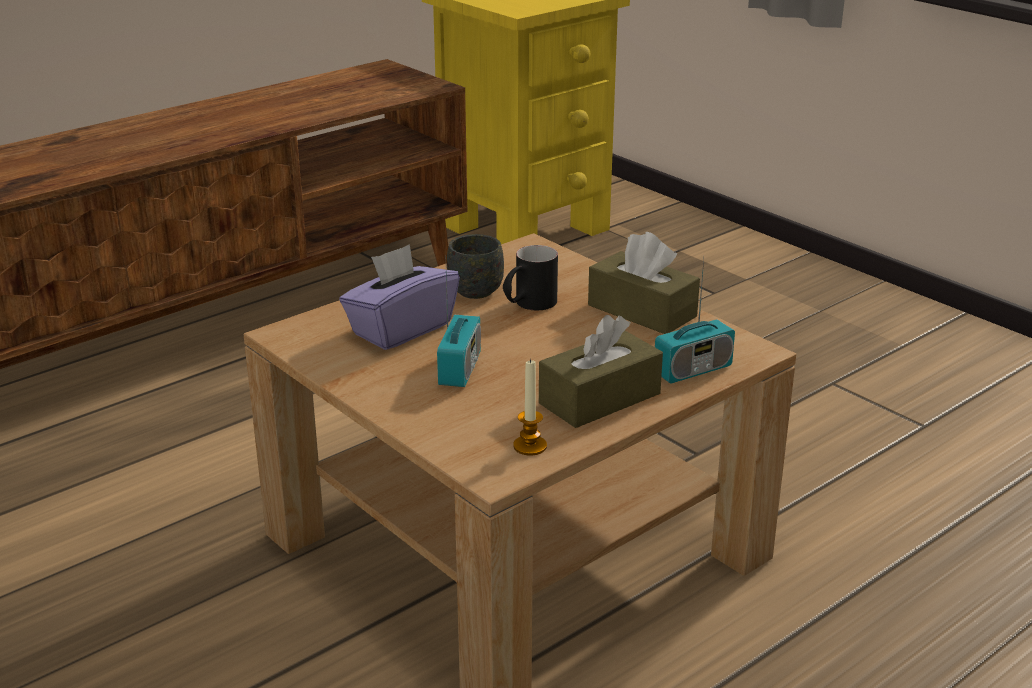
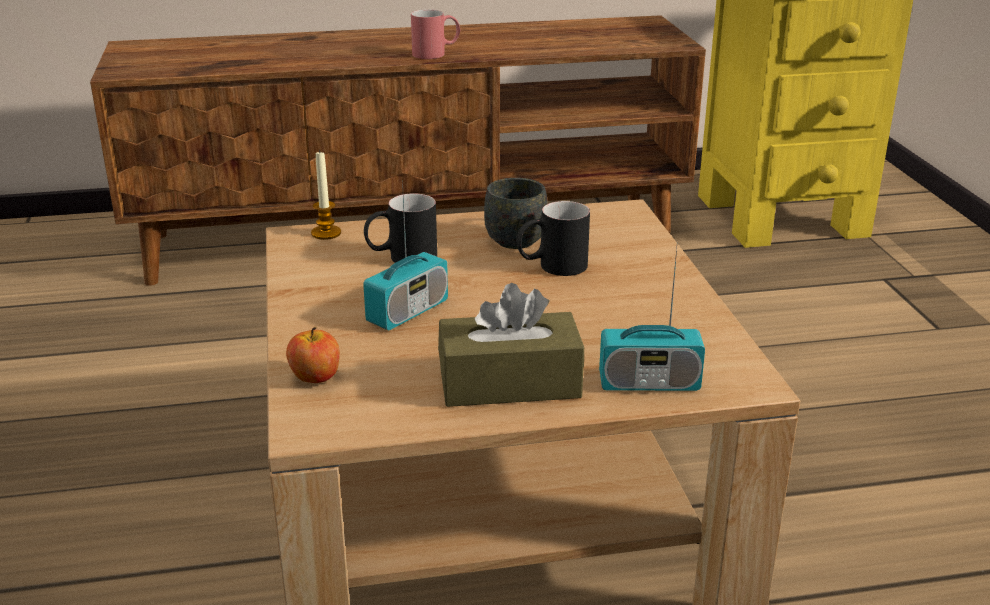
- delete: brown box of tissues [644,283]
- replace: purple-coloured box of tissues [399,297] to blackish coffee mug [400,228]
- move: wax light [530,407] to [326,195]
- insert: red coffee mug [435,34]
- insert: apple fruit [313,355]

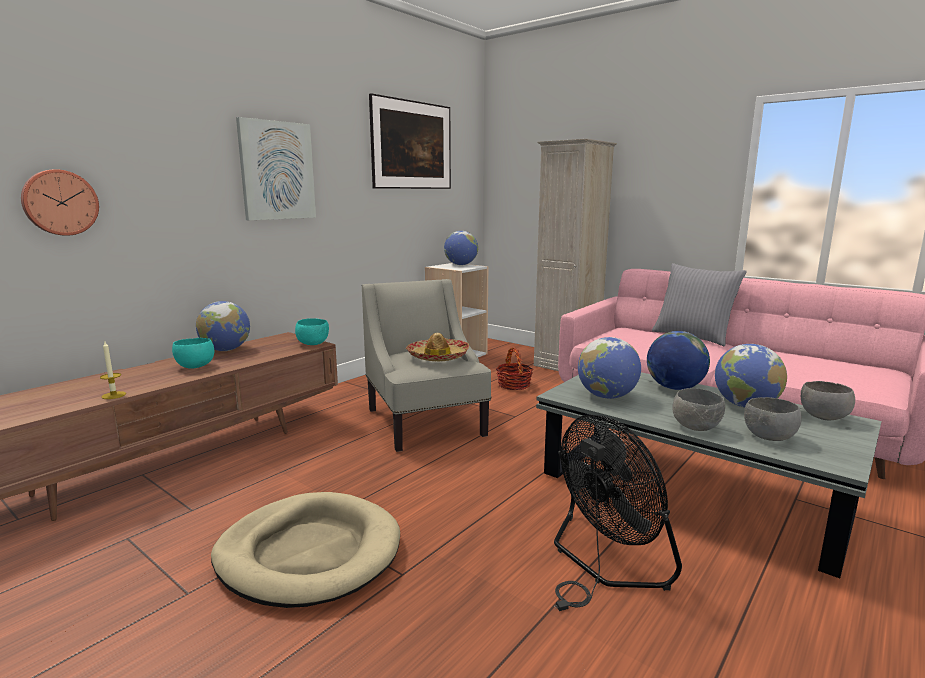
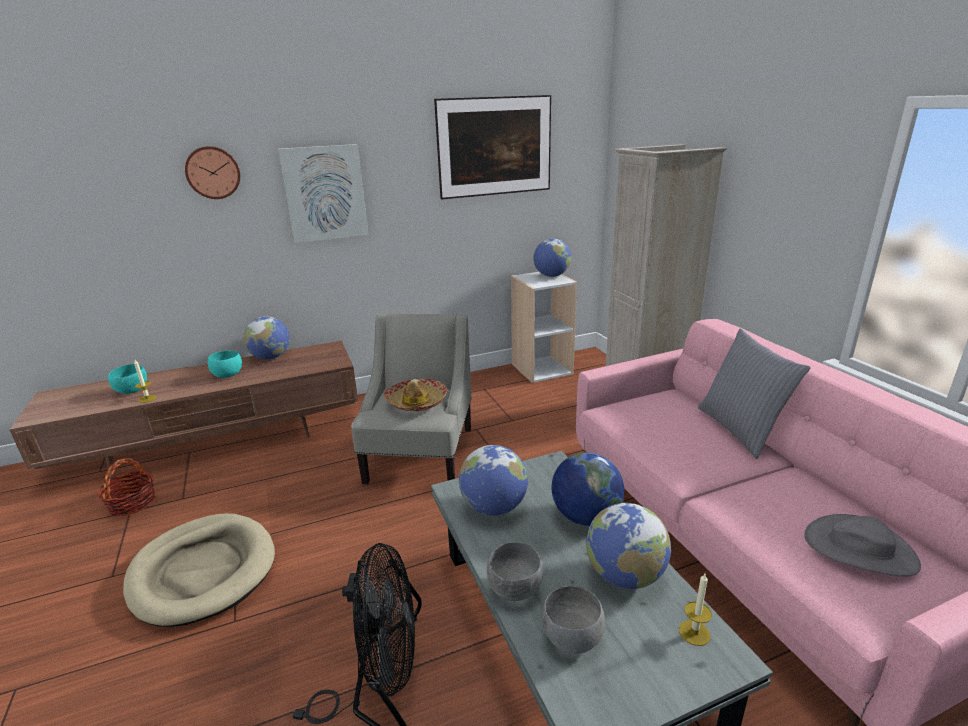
- move: hanging clock [60,202] to [212,172]
- move: blue-green bowl [312,331] to [127,379]
- move: storage basket [514,369] to [127,487]
- replace: grey bowl [828,400] to wax light [695,610]
- insert: grey hat [862,545]

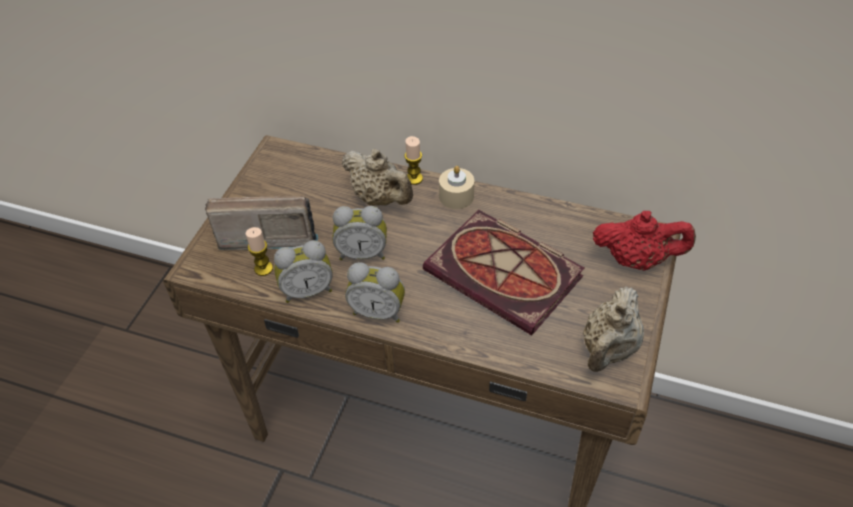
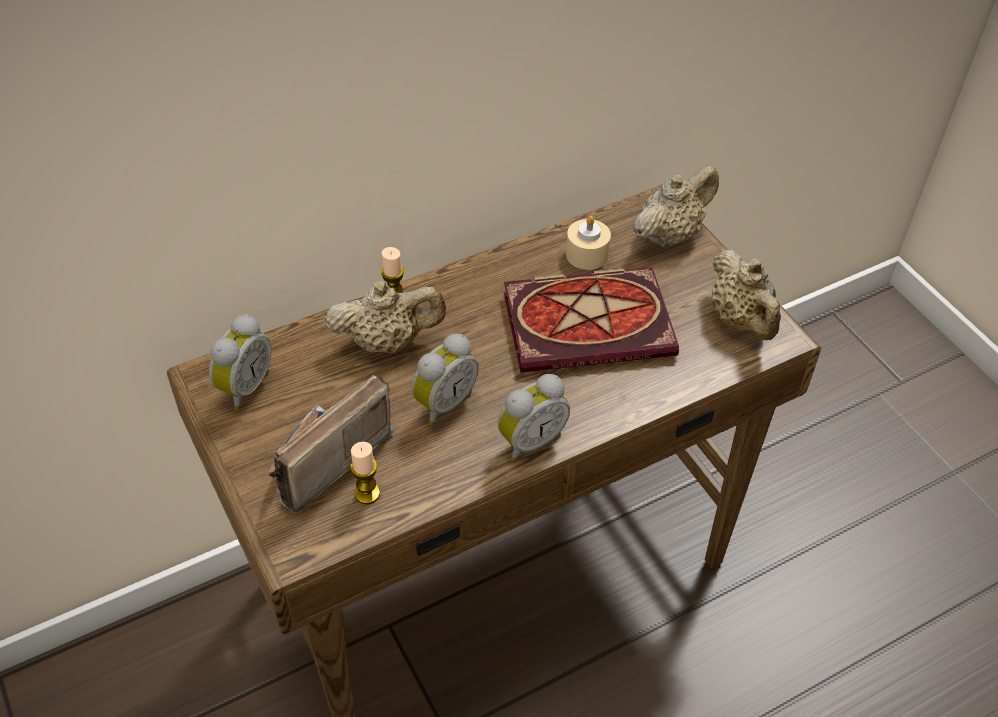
- move: sand-coloured wax light [456,187] to [588,243]
- recolor: red teapot [644,241] to sand-coloured teapot [676,206]
- move: table clock [303,271] to [240,362]

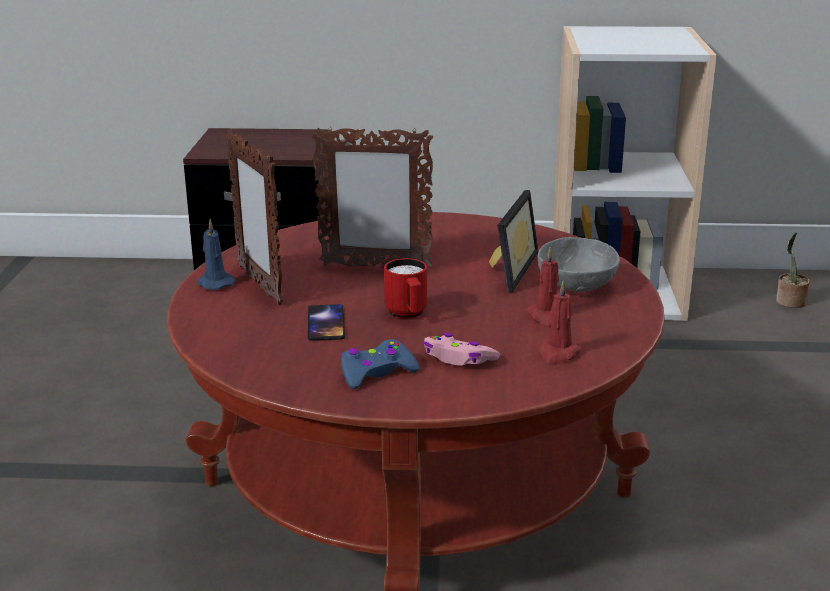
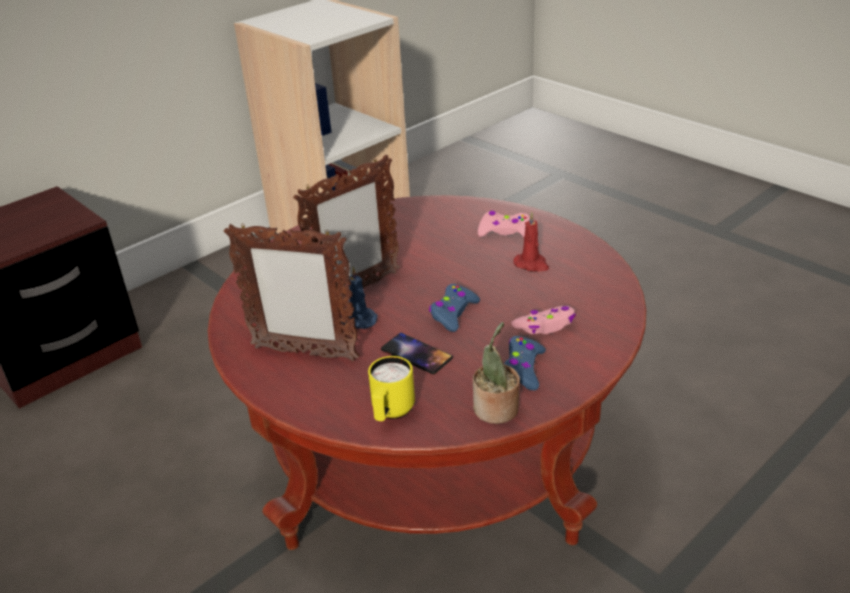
- delete: picture frame [514,241]
- move: blue-coloured wax light [216,254] to [359,298]
- move: houseplant [793,270] to [496,373]
- replace: grey bowl [579,264] to pink-coloured gamepad [504,224]
- replace: red coffee mug [405,288] to blue-coloured gamepad [454,308]
- delete: red wax light [560,322]
- insert: yellowish coffee mug [391,388]

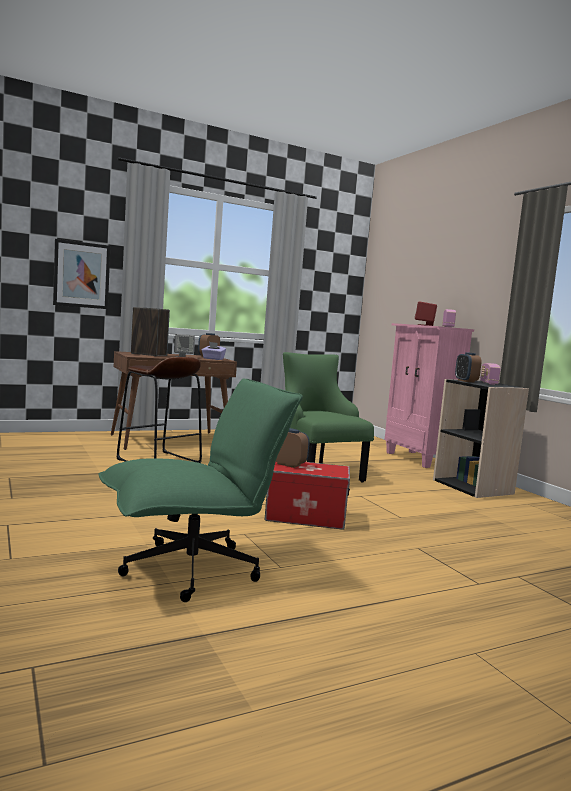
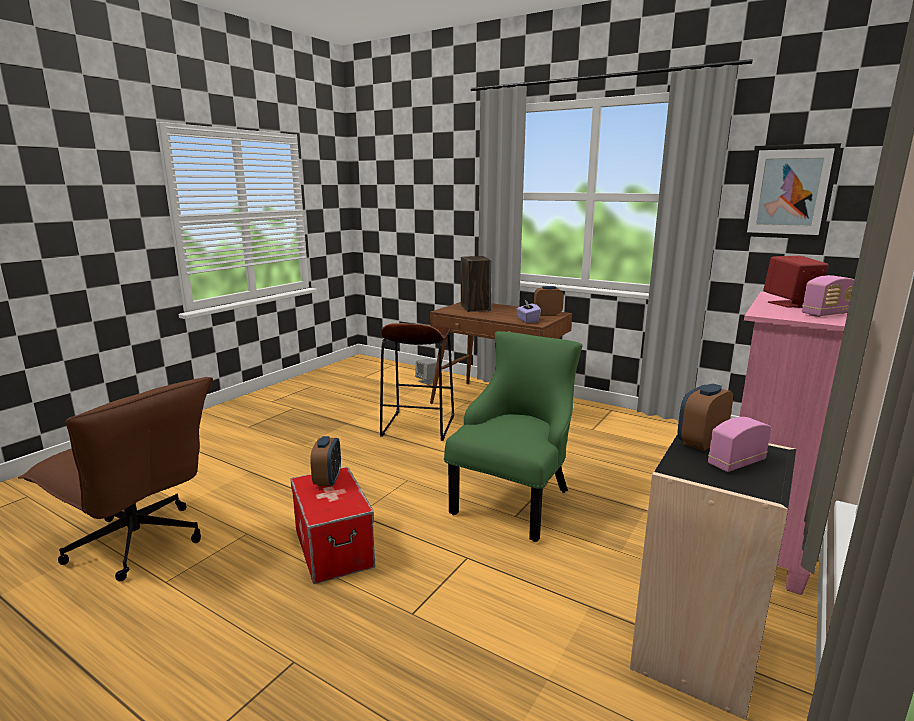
- move: wall art [81,274] to [791,191]
- move: grey loudspeaker [184,345] to [426,372]
- recolor: greenish computer chair [201,490] to brown computer chair [115,479]

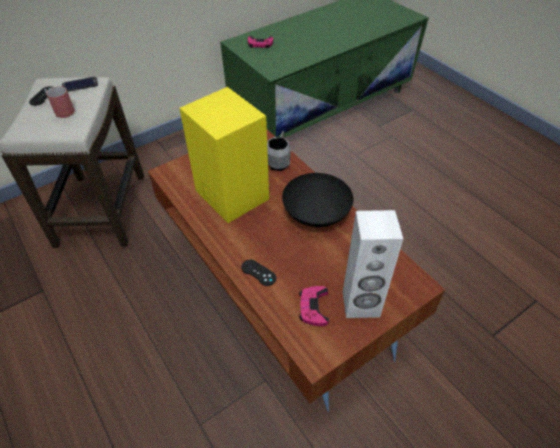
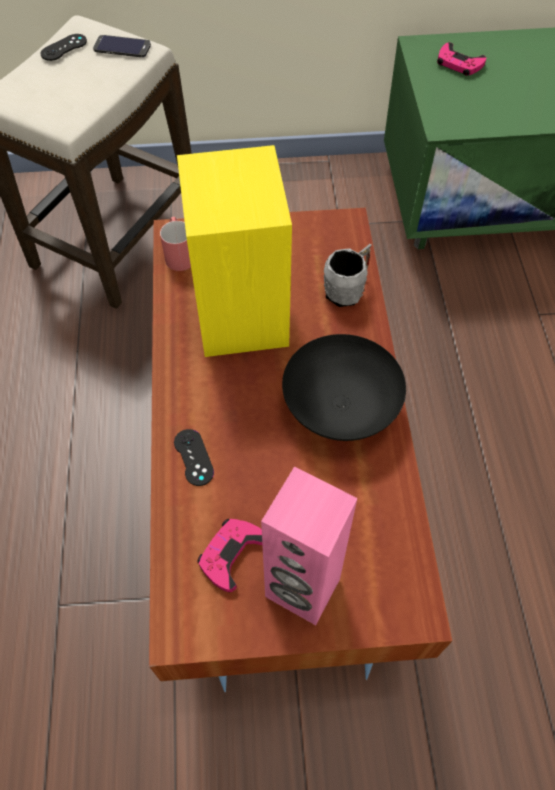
- move: red coffee mug [60,102] to [175,244]
- recolor: white loudspeaker [373,264] to pink-coloured loudspeaker [309,545]

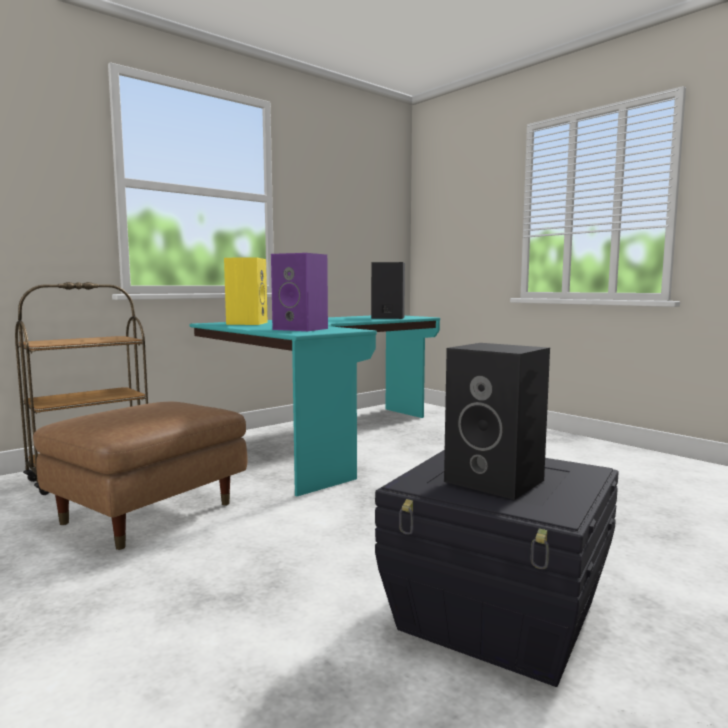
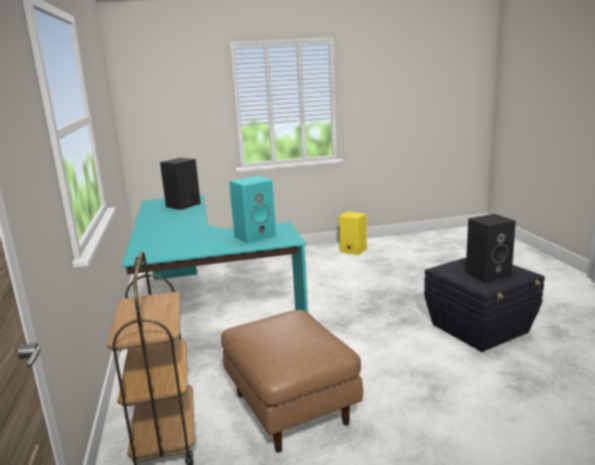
- recolor: purple-coloured loudspeaker [299,292] to blue-green loudspeaker [252,210]
- move: yellowish loudspeaker [246,291] to [353,233]

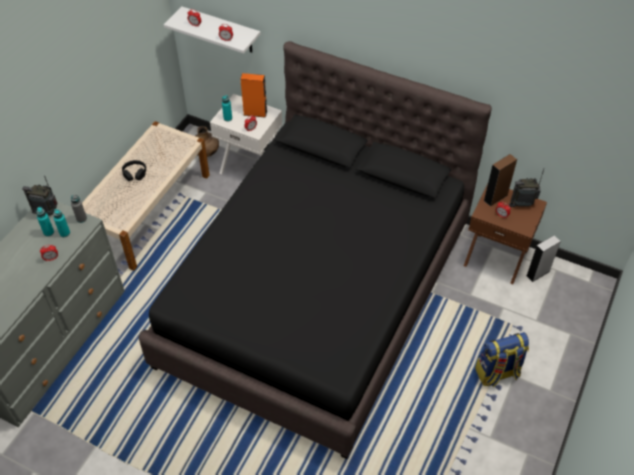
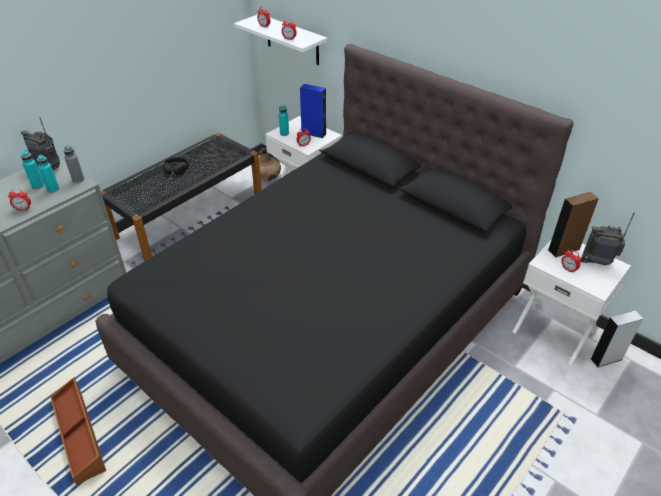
- recolor: orange loudspeaker [254,95] to blue-coloured loudspeaker [313,111]
- recolor: sand-coloured indoor bench [146,196] to blackish indoor bench [181,197]
- recolor: brown nightstand [505,234] to white nightstand [572,302]
- delete: rucksack [502,359]
- insert: brown storage container [78,431]

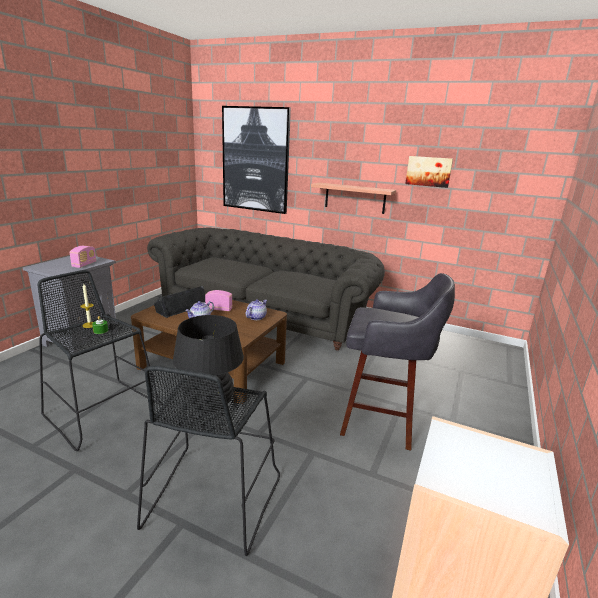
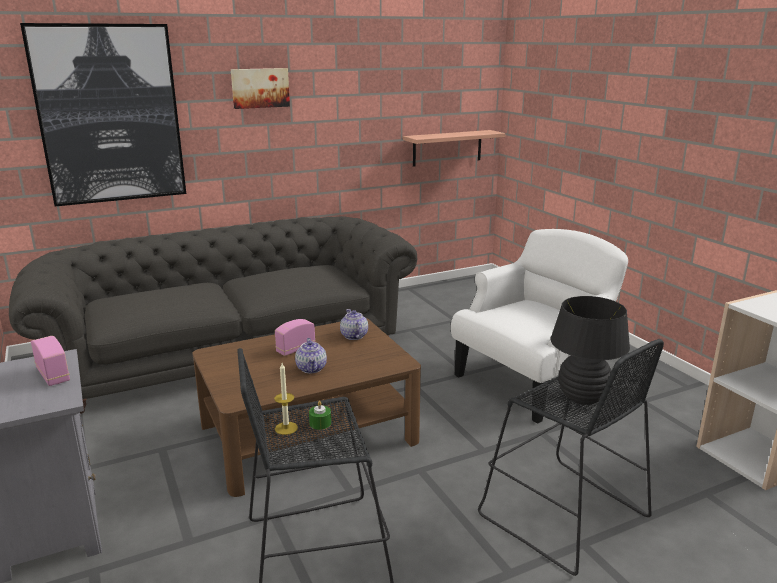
- move: wall art [429,172] to [260,88]
- move: shelf [353,198] to [454,148]
- replace: grey stool [397,362] to white armchair [539,326]
- delete: blackish loudspeaker [180,302]

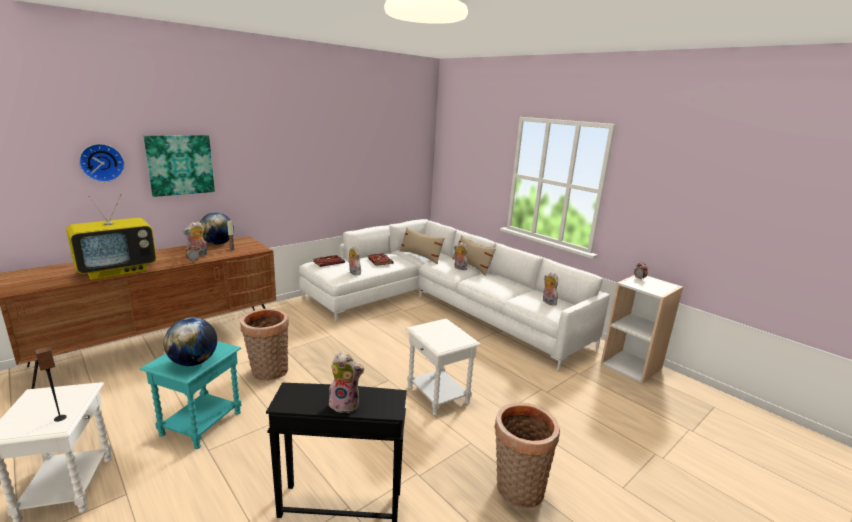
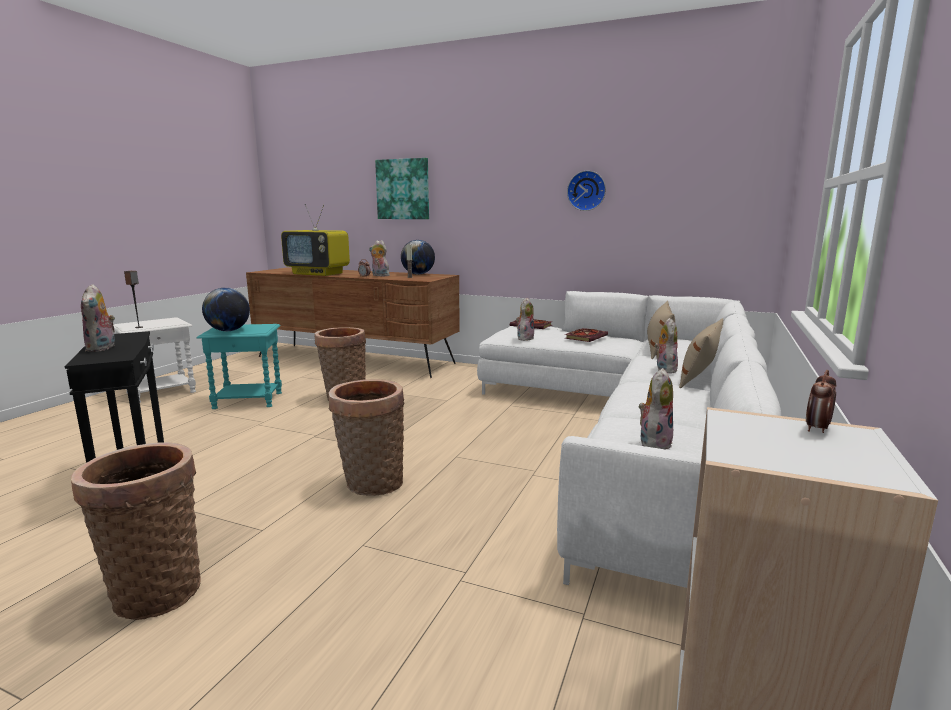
- move: hanging clock [102,163] to [586,190]
- replace: white side table [443,366] to storage basket [366,437]

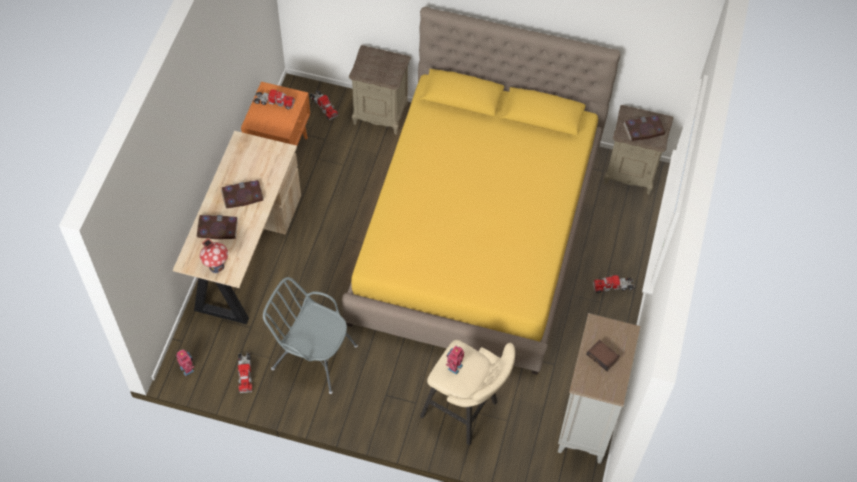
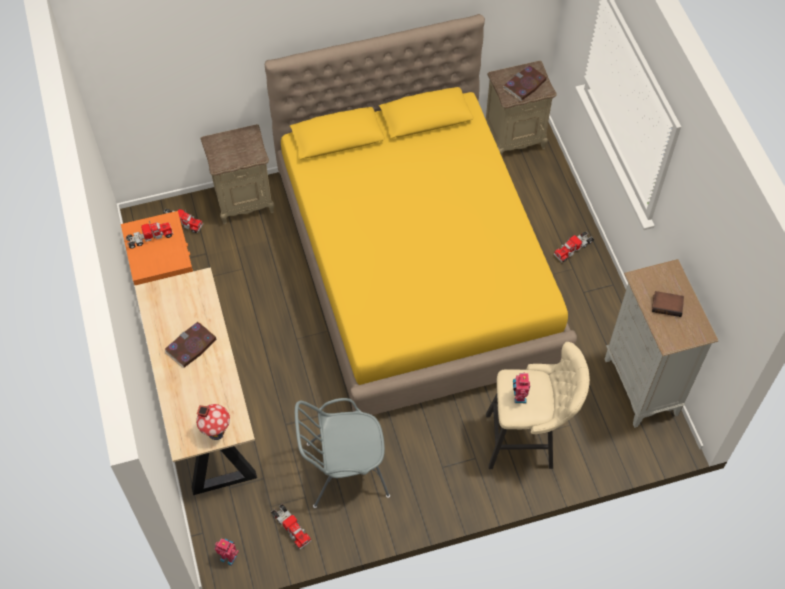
- delete: bound book [217,227]

